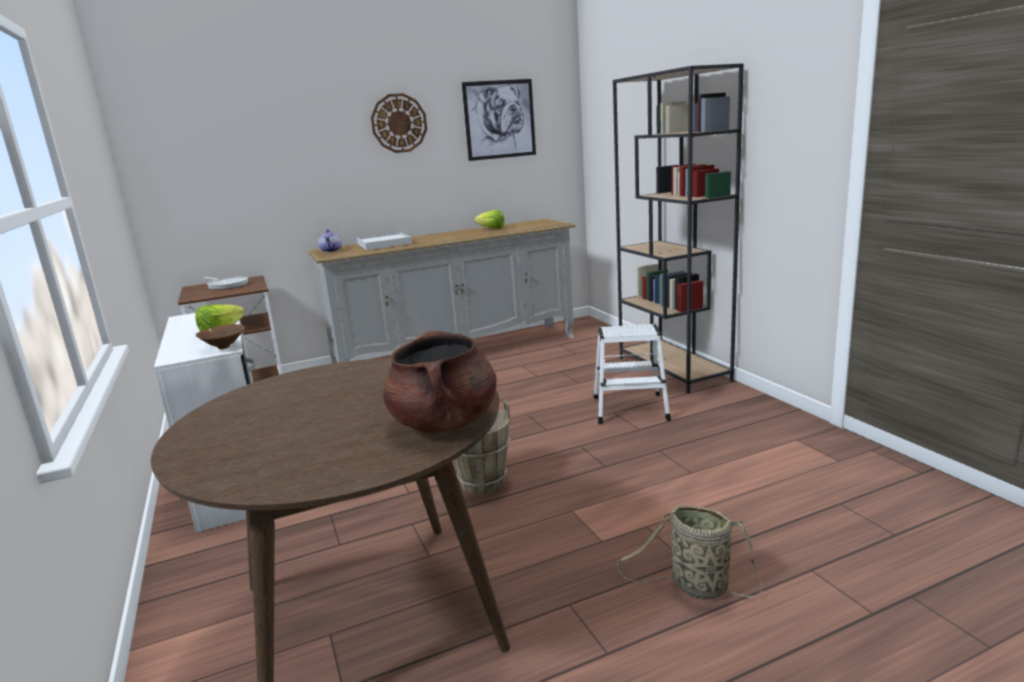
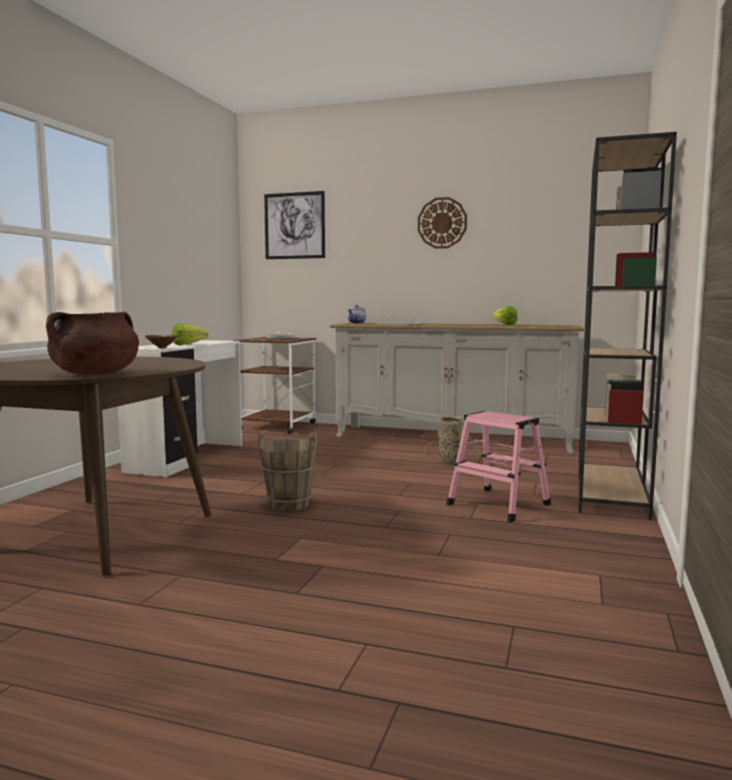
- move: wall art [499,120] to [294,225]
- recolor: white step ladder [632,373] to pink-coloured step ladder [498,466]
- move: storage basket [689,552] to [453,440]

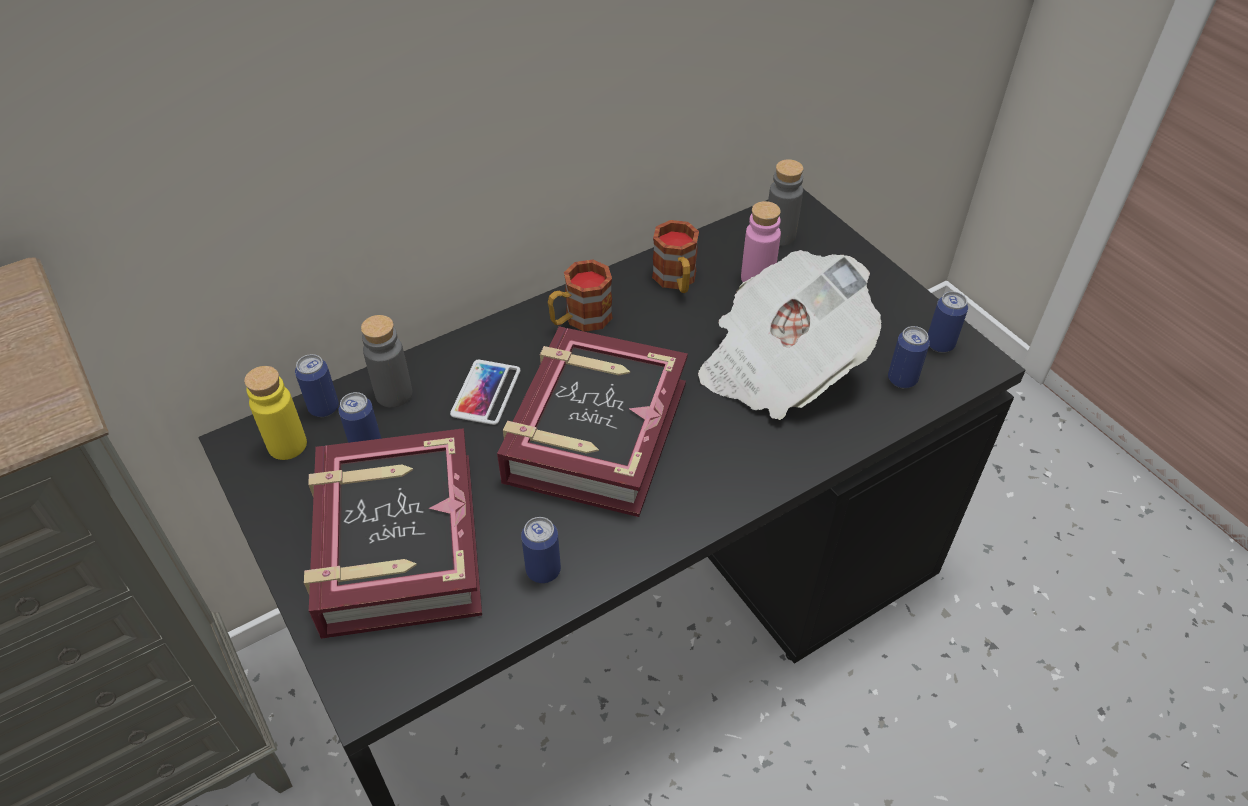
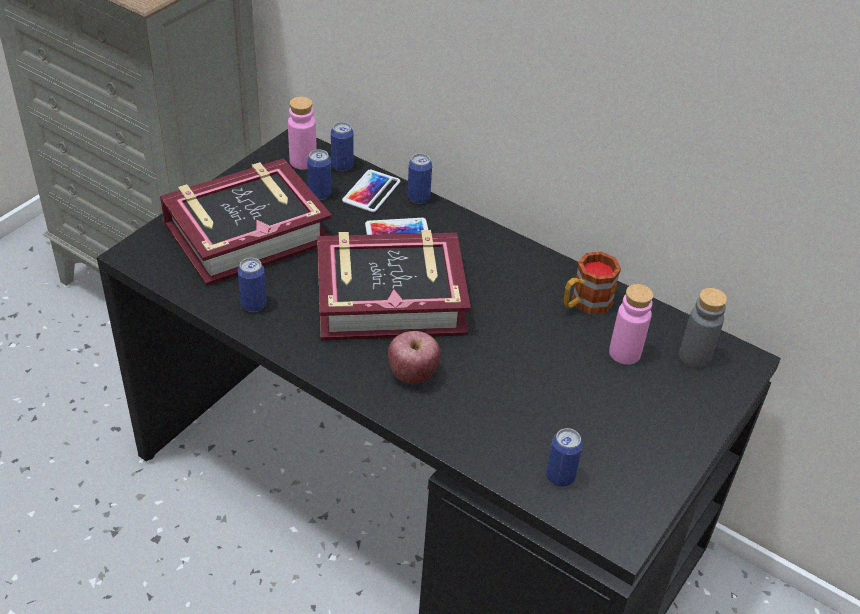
- delete: printed paper [789,335]
- delete: coffee mug [580,296]
- move: sealed can [948,322] to [419,178]
- replace: grey drink bottle [386,361] to telephone [371,191]
- recolor: yellowish drink bottle [275,413] to pink-coloured drink bottle [302,133]
- insert: apple fruit [414,357]

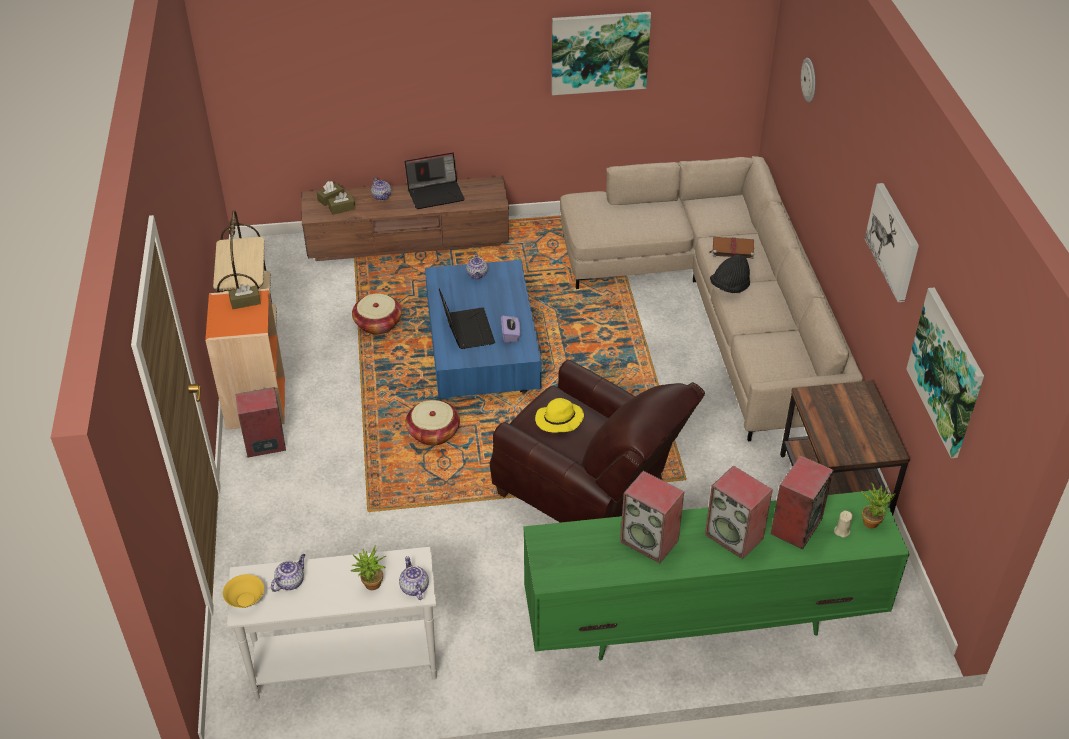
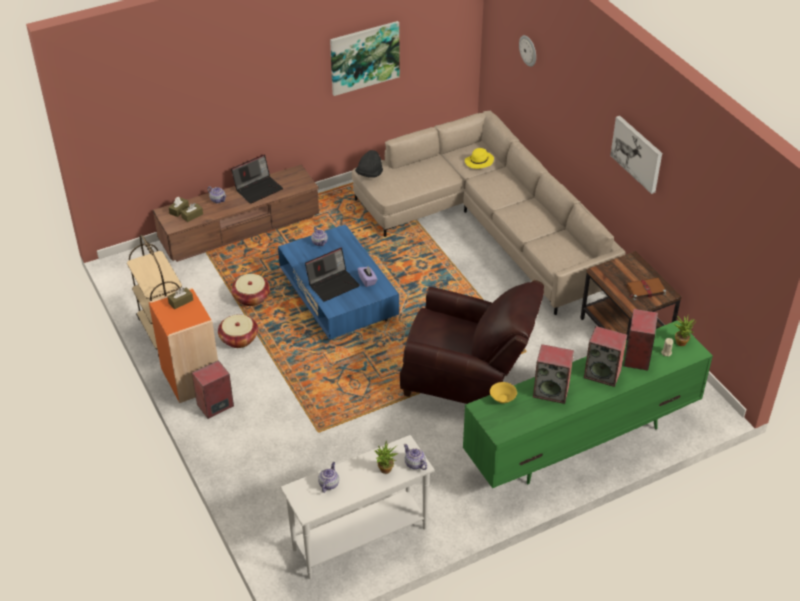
- move: brown bound book [731,248] to [646,289]
- move: blackish hat [730,273] to [369,164]
- delete: wall art [945,372]
- rotate: portable computer [467,318] = [332,275] 90 degrees clockwise
- move: yellowish hat [559,415] to [479,158]
- move: storage basket [433,423] to [238,331]
- move: yellowish bowl [243,591] to [503,392]

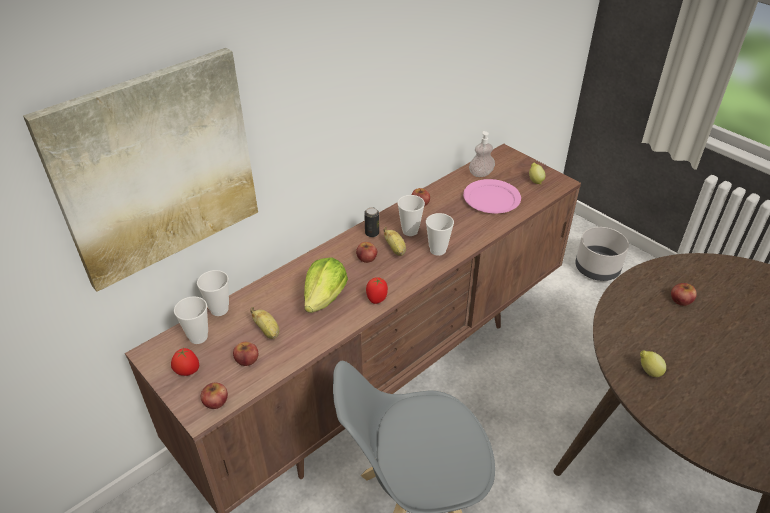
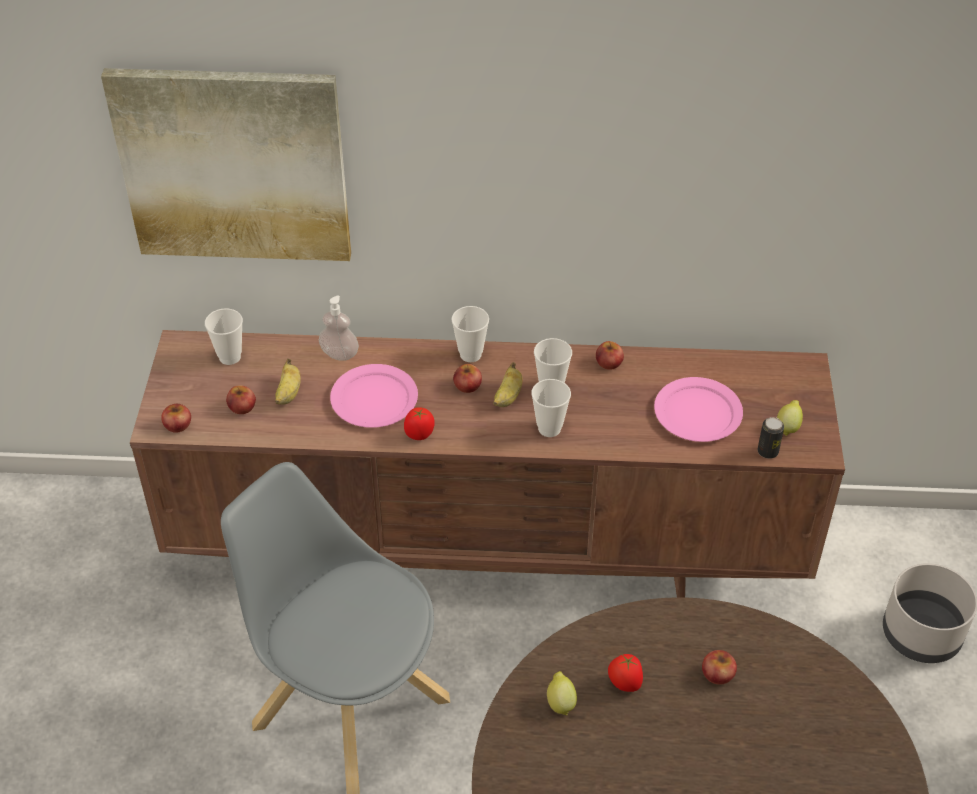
- move: soap dispenser [482,154] to [339,328]
- move: sealed can [371,222] to [771,438]
- replace: lettuce [326,285] to pink-coloured dinner plate [374,396]
- move: small cup [213,293] to [470,334]
- move: whole tomato [185,362] to [625,673]

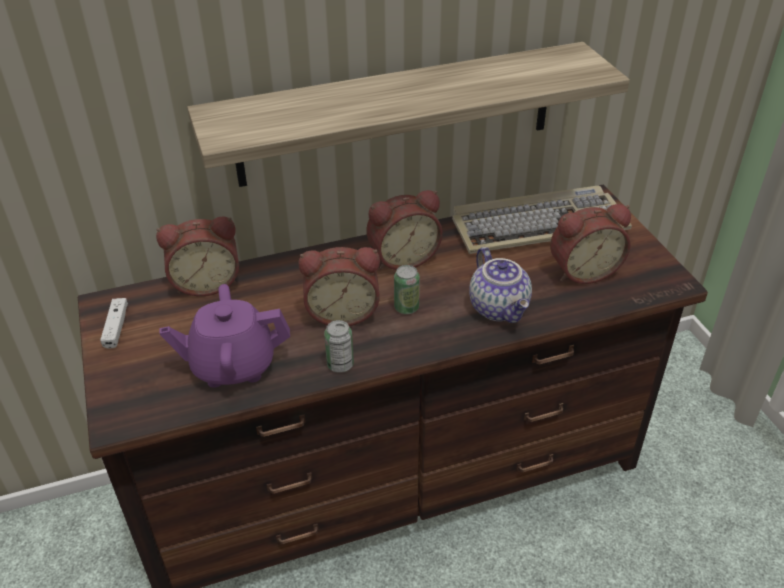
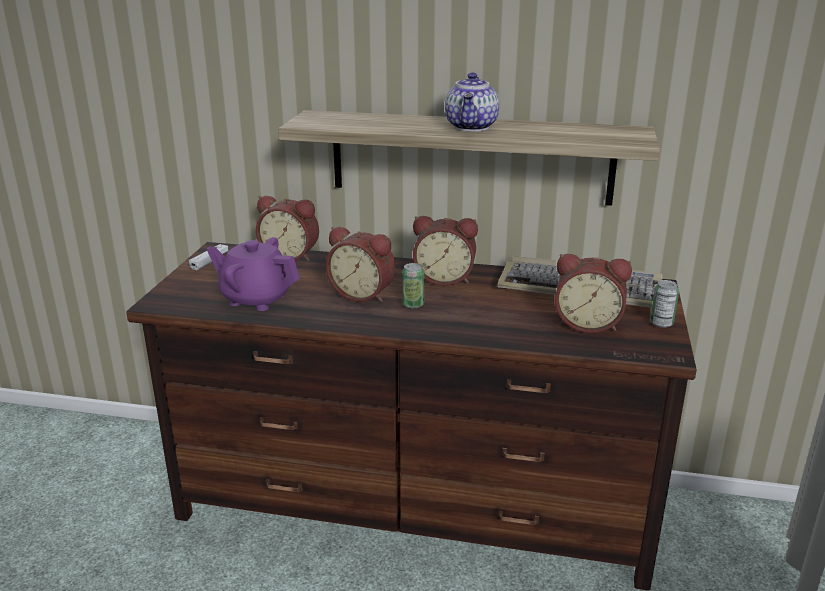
- move: teapot [500,285] to [472,102]
- move: sealed can [339,346] to [664,304]

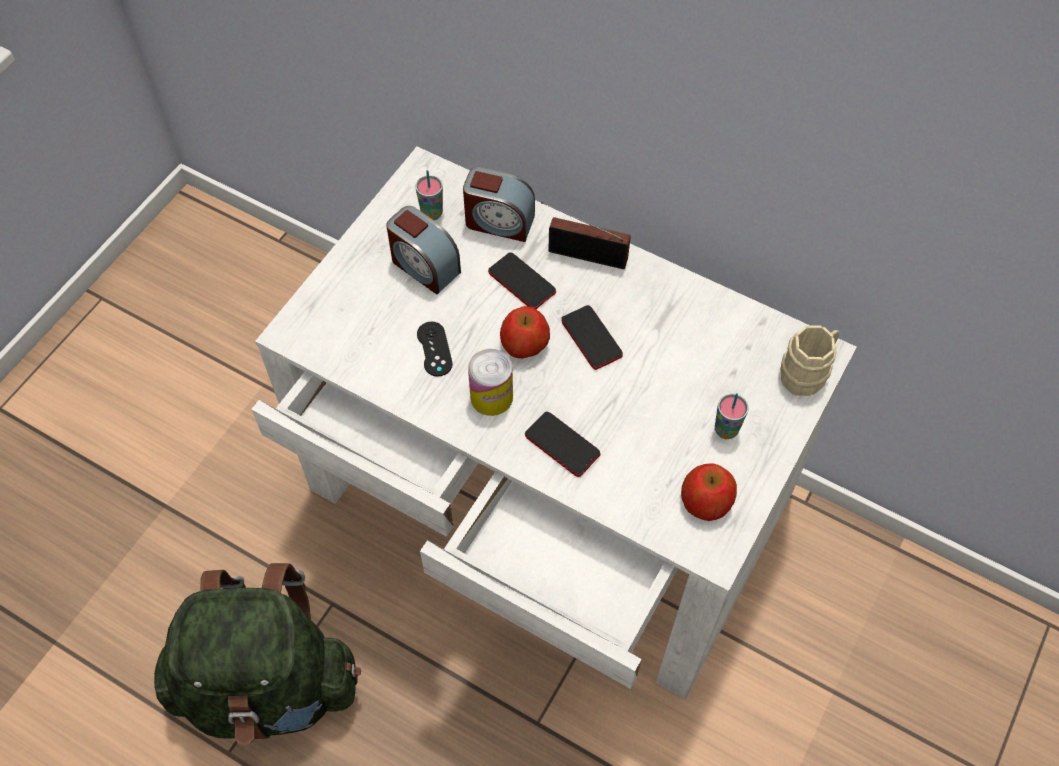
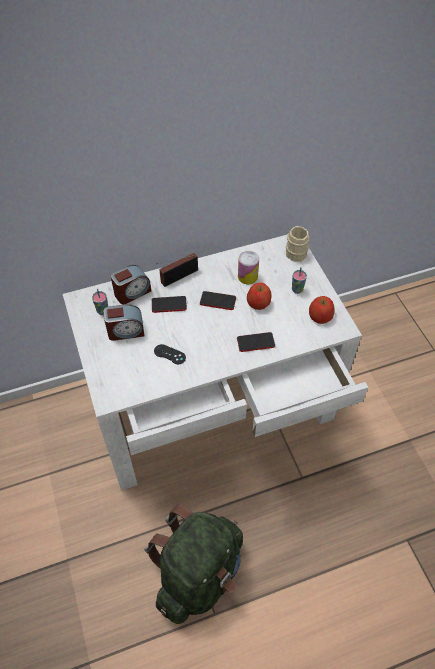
- move: apple fruit [525,332] to [259,296]
- move: sealed can [490,382] to [248,267]

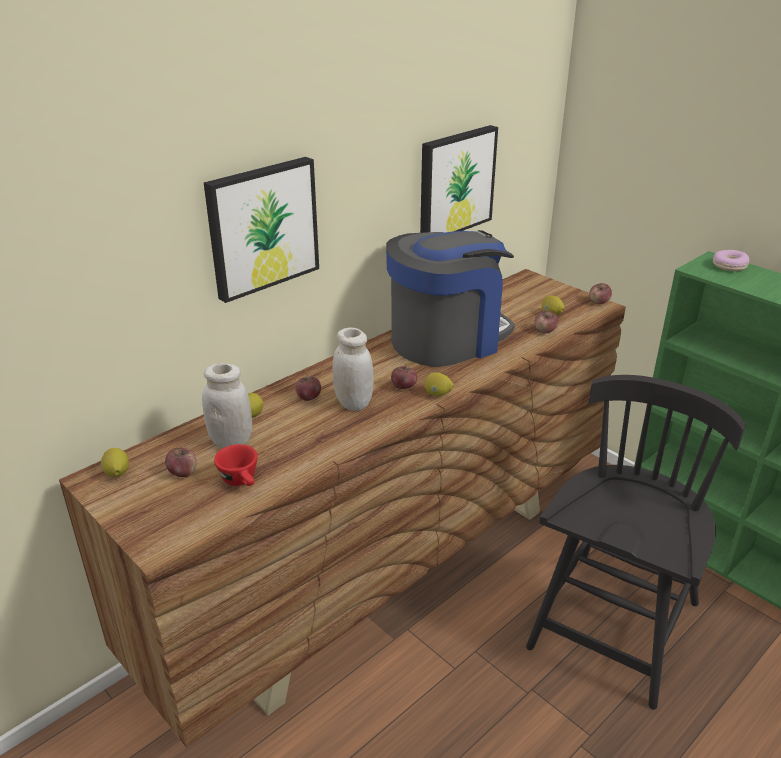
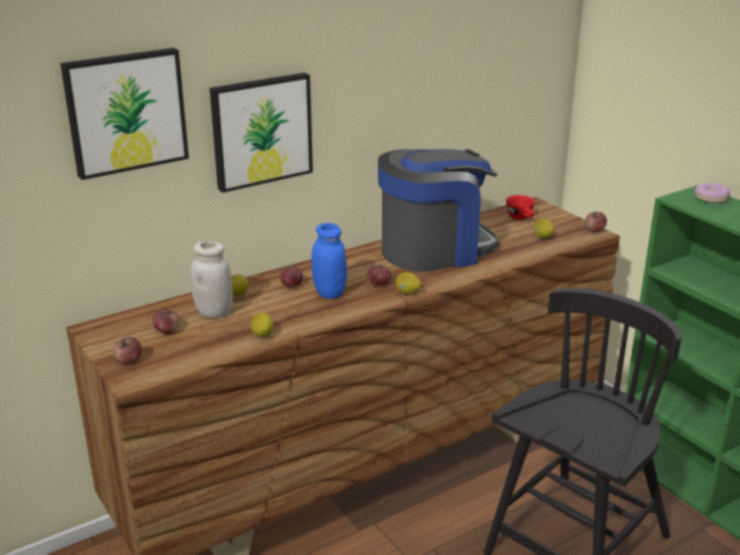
- move: wall art [459,179] to [124,114]
- move: apple fruit [546,322] to [127,350]
- recolor: white preserve jar [353,369] to blue-coloured preserve jar [329,261]
- move: red small cup [236,465] to [520,207]
- move: lemon [115,462] to [262,324]

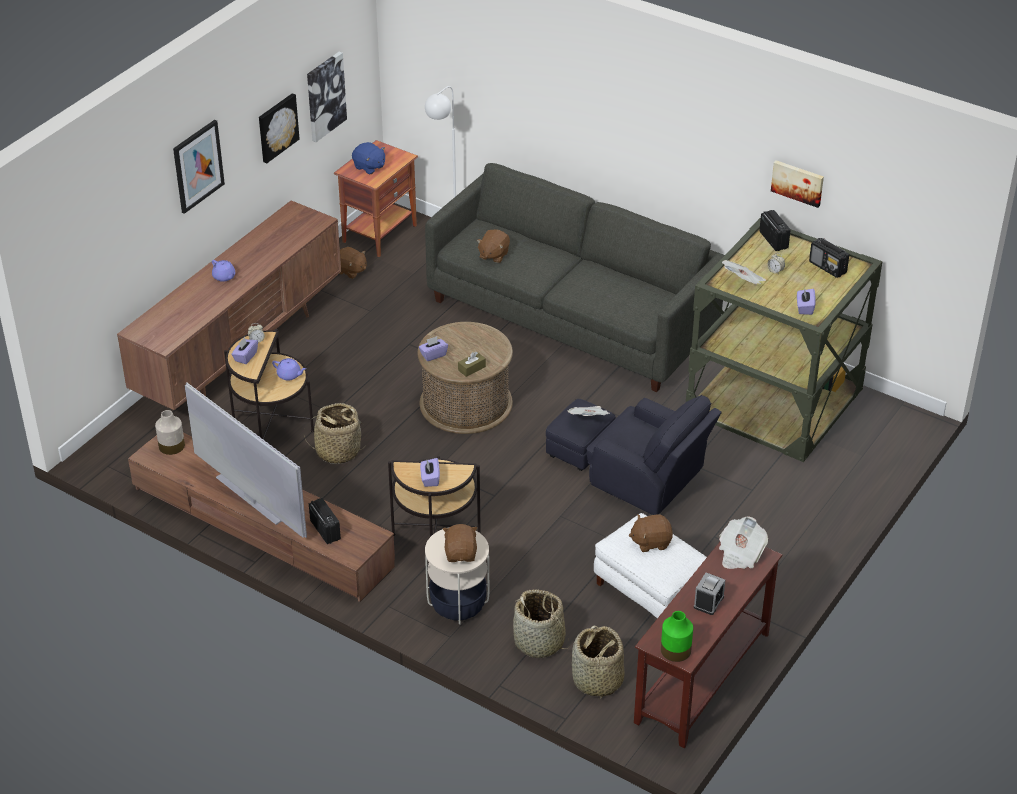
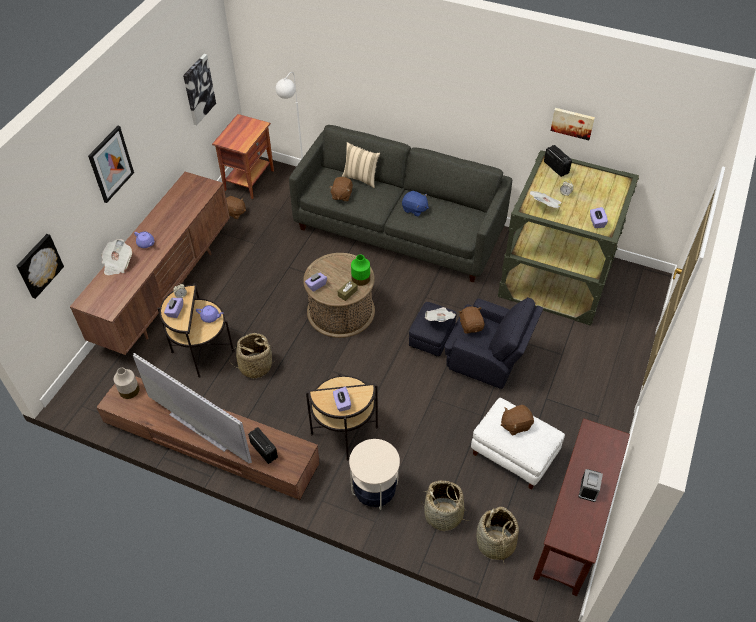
- move: wall art [279,128] to [40,266]
- move: blue-coloured soft toy [368,158] to [415,204]
- delete: radio receiver [829,258]
- move: printed paper [743,542] to [116,257]
- move: brown soft toy [460,543] to [471,320]
- move: greenish decorative vase [677,636] to [360,270]
- insert: sand-coloured throw pillow [361,165]

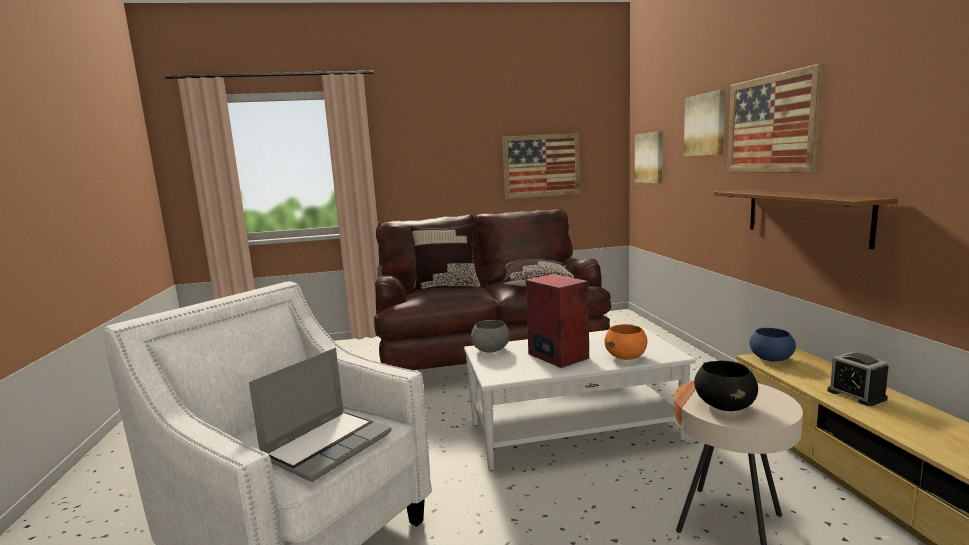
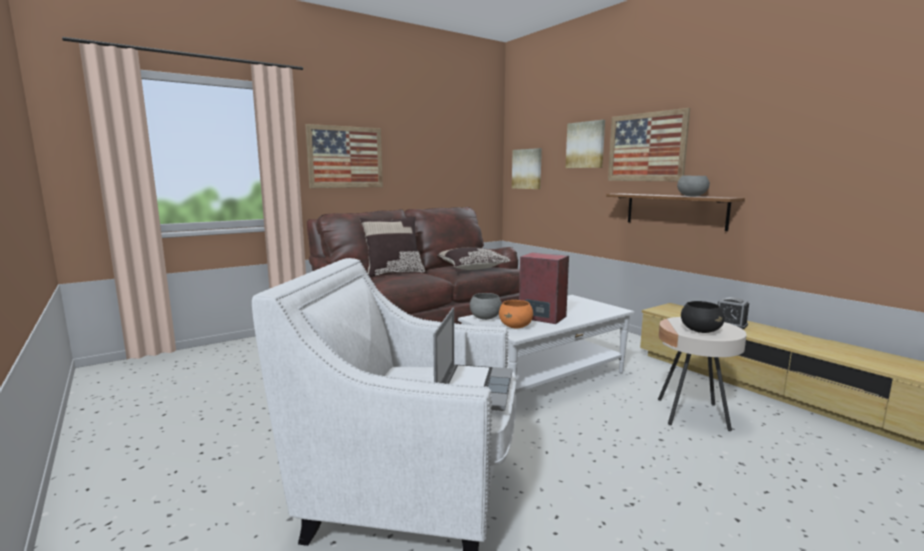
- move: wall art [541,166] to [344,156]
- move: orange bowl [625,342] to [516,314]
- delete: blue-coloured bowl [772,344]
- insert: grey bowl [693,185]

